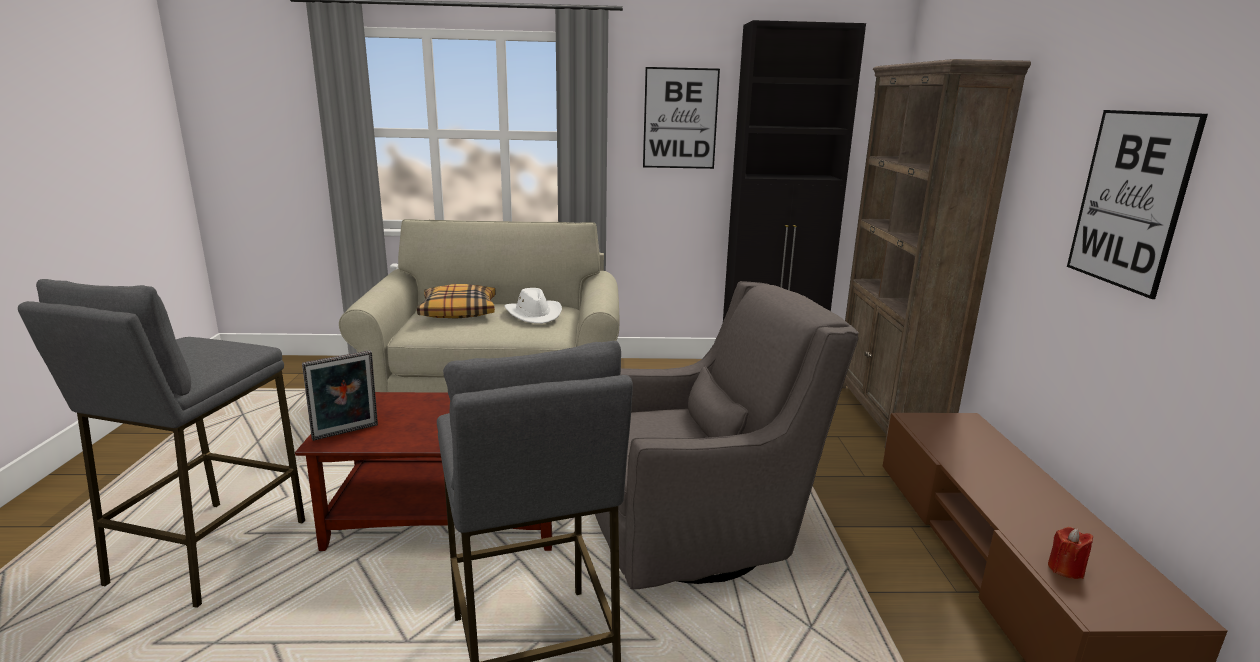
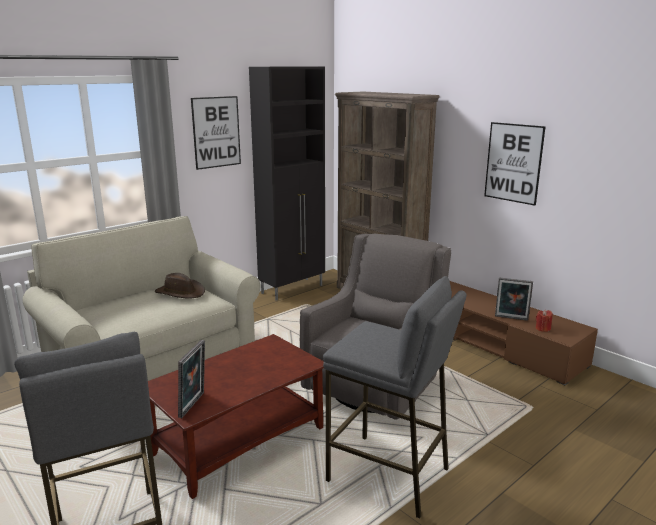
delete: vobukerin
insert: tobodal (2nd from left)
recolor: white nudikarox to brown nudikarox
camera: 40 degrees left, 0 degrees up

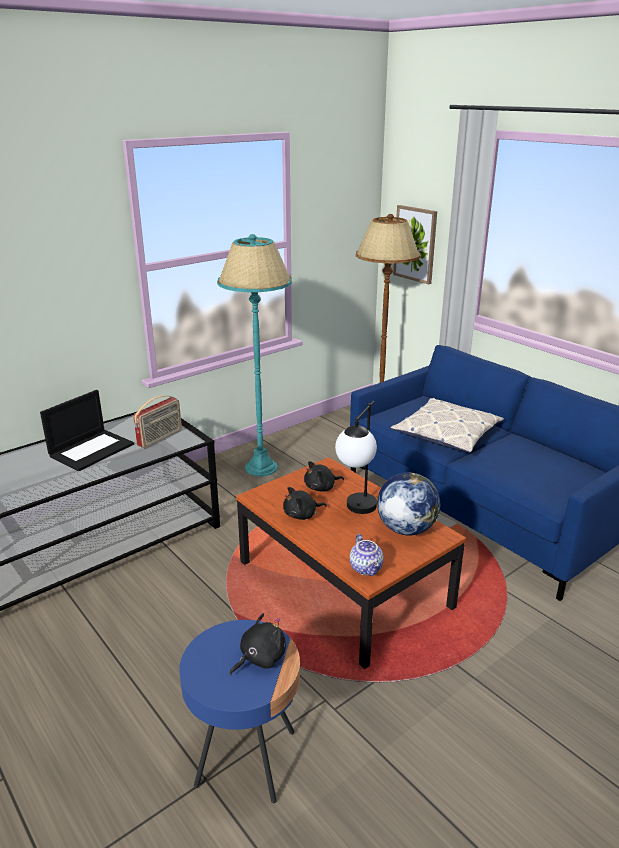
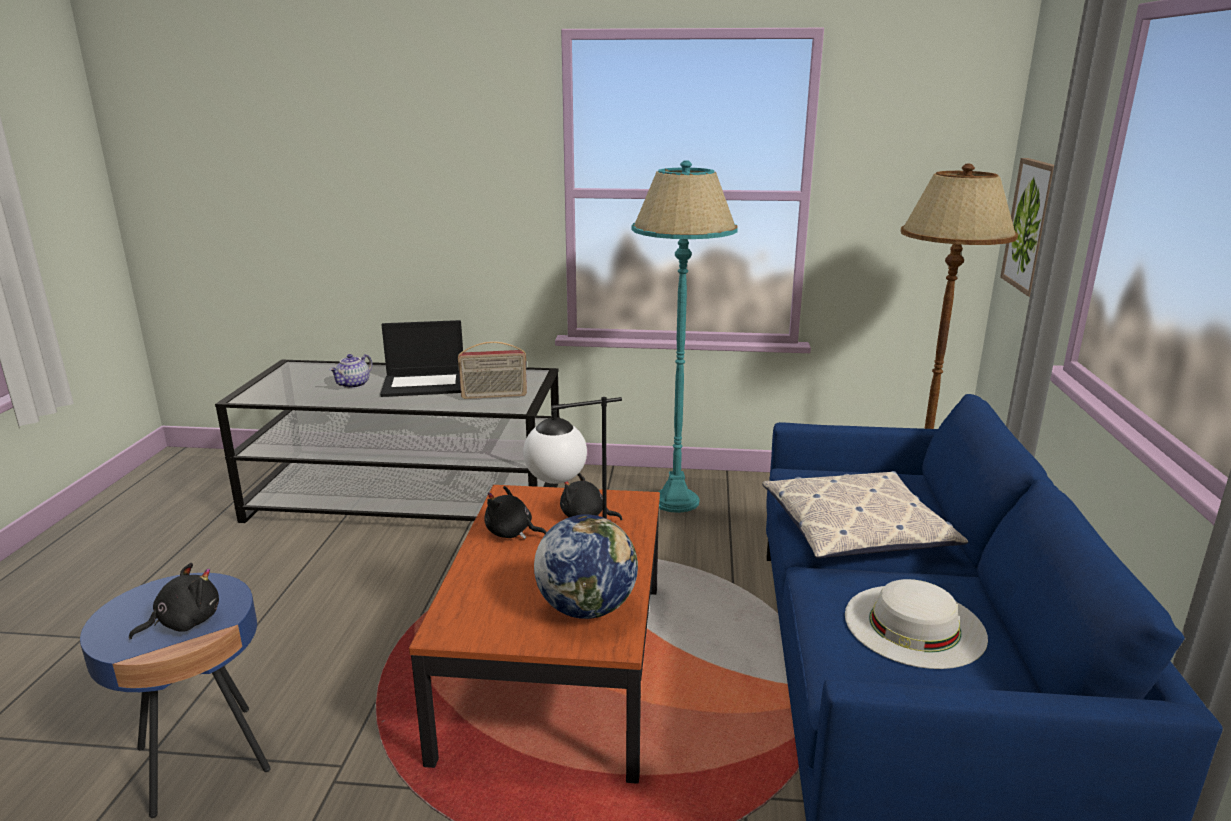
insert: white nudikarox
move: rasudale
rotate: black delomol (1st from left) 45 degrees counterclockwise
camera: 45 degrees right, 5 degrees down

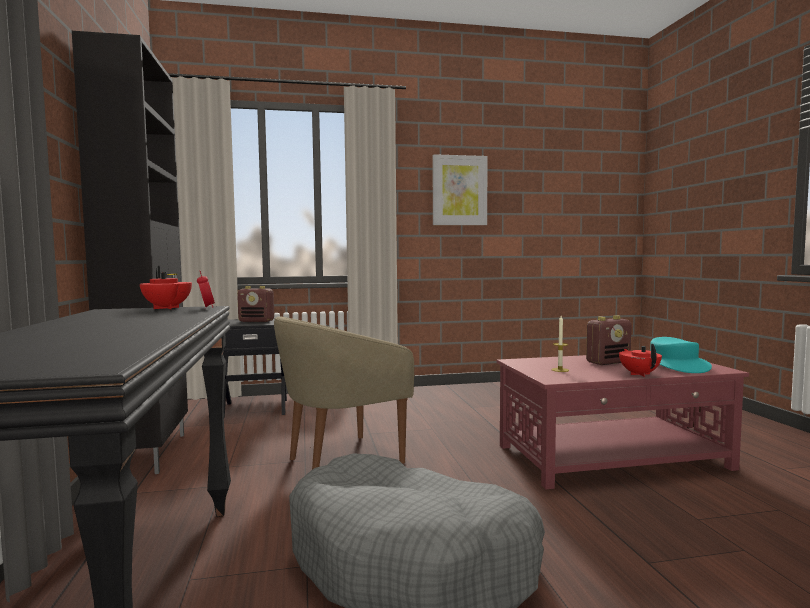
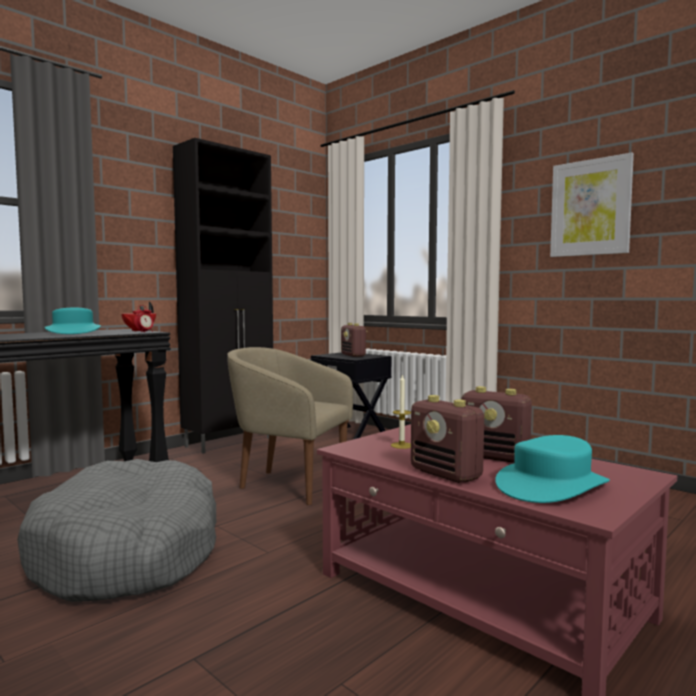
insert: turquoise nudikarox (1st from left)
replace: red rasudale (2nd from left) to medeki (2nd from left)
camera: 55 degrees right, 0 degrees up

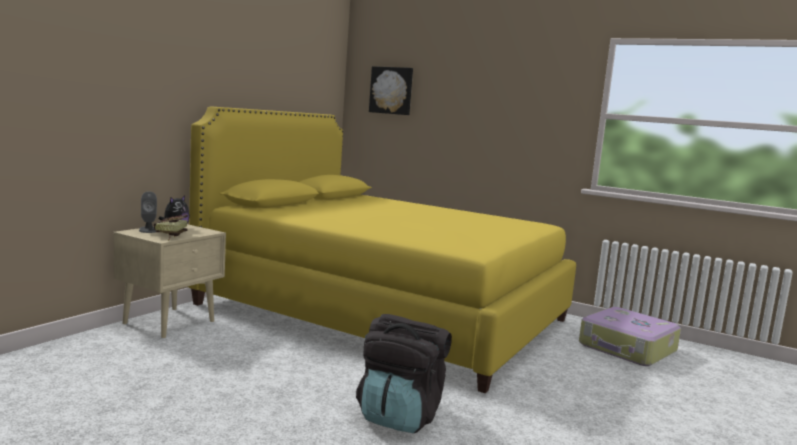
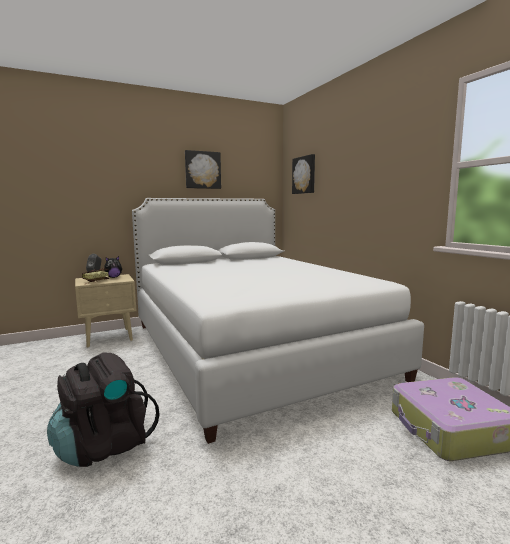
insert: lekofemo (1st from left)
recolor: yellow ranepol to white ranepol
camera: 35 degrees right, 0 degrees up

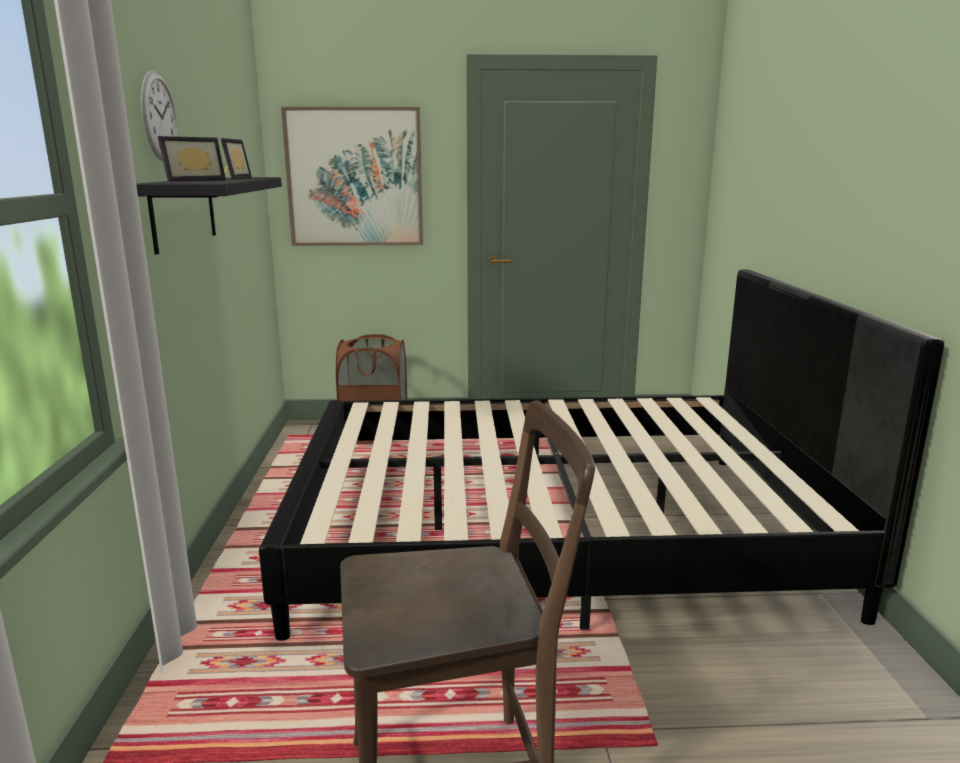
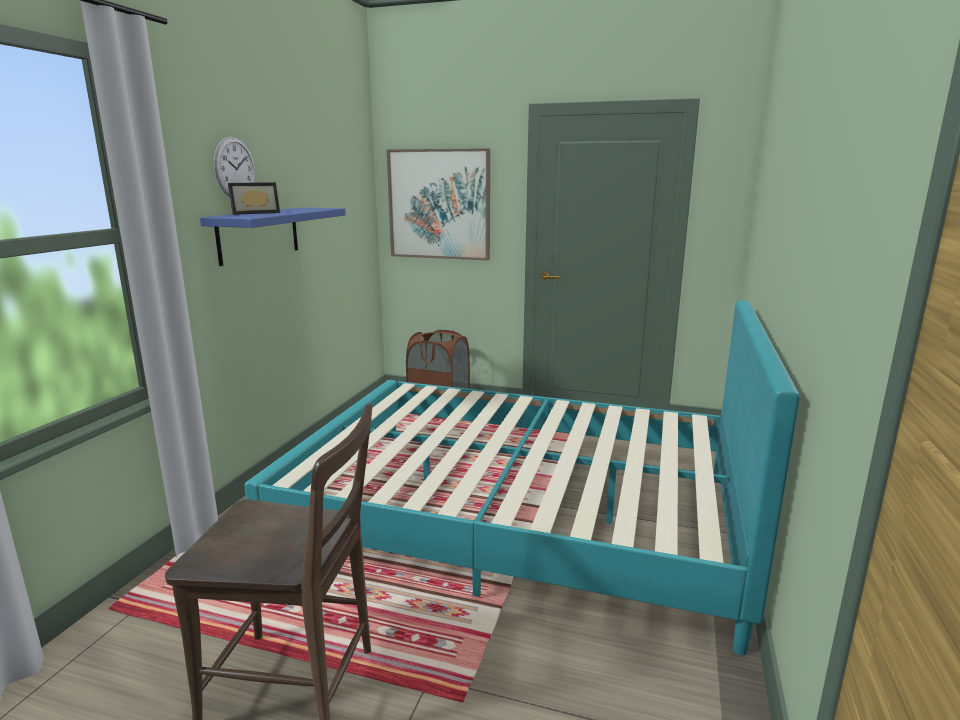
delete: tobodal (2nd from left)
recolor: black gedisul to blue gedisul; black ranepol to turquoise ranepol
camera: 20 degrees right, 0 degrees up

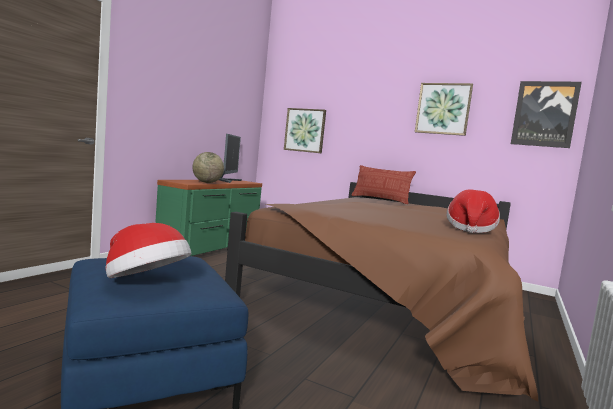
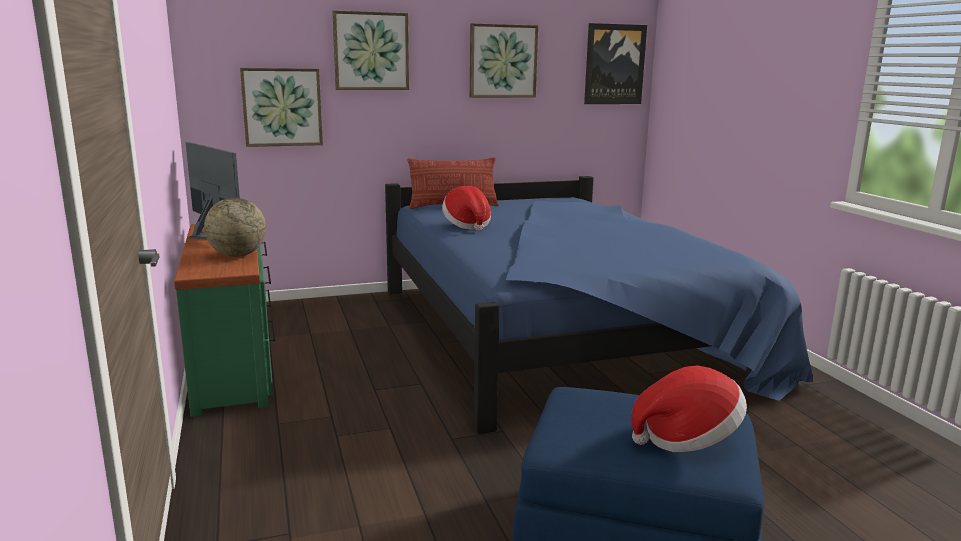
insert: lekofemo (2nd from left)
move: nudikarox (2nd from left in the first image) to nudikarox (1st from left)
recolor: brown ranepol to blue ranepol
camera: 45 degrees left, 10 degrees up

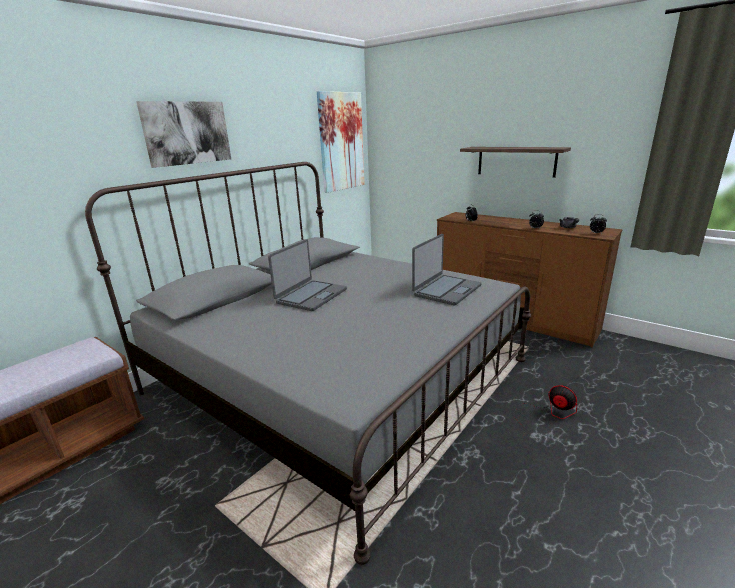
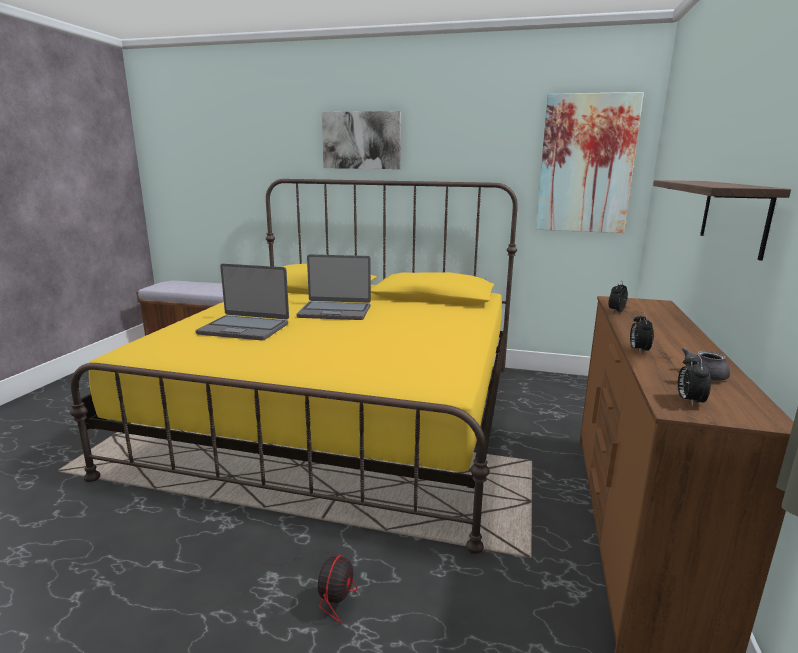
move: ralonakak (2nd from left in the first image) to ralonakak (1st from left)
recolor: grey ranepol to yellow ranepol
camera: 65 degrees right, 5 degrees down

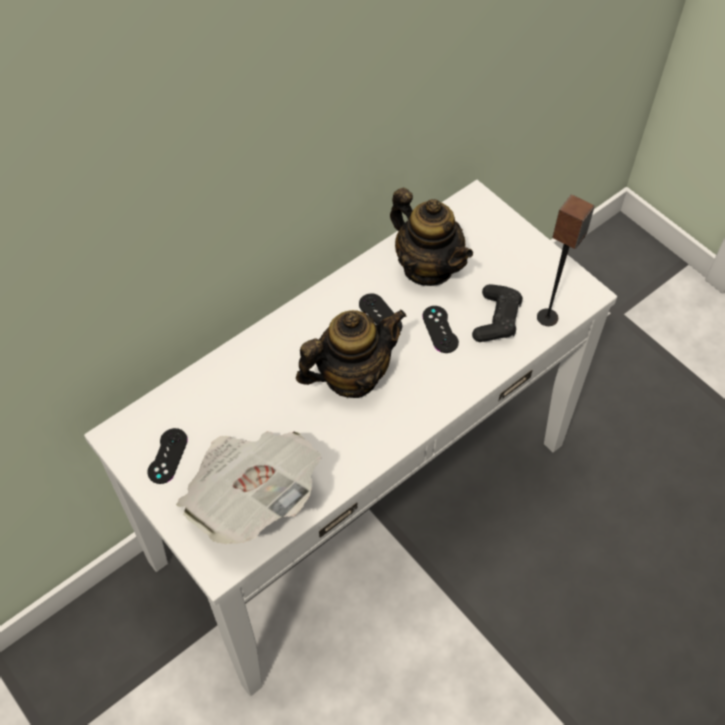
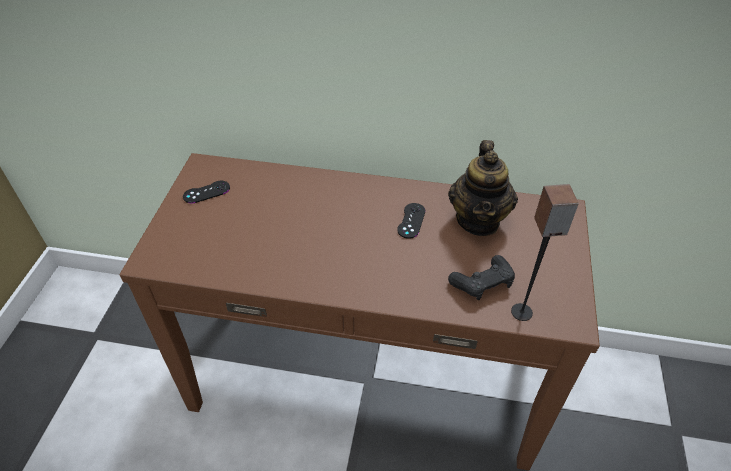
delete: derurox; rasudale (1st from left); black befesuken (3rd from left)
recolor: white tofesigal to brown tofesigal
camera: 50 degrees right, 10 degrees down

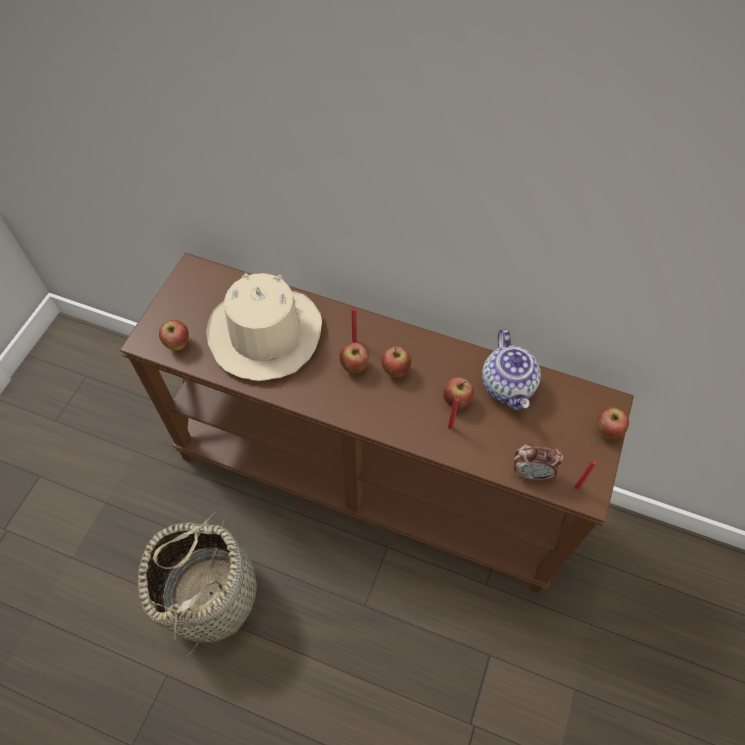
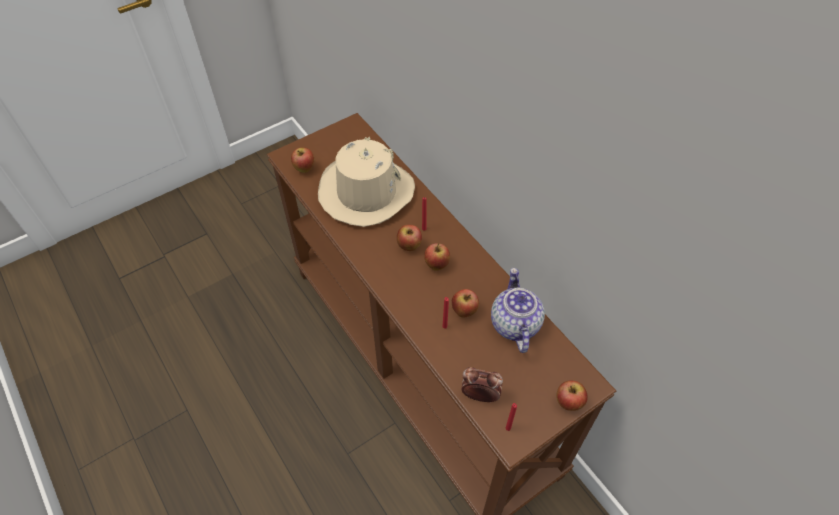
delete: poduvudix
rotate: rasudale 150 degrees clockwise; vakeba 150 degrees clockwise
camera: 35 degrees right, 5 degrees down

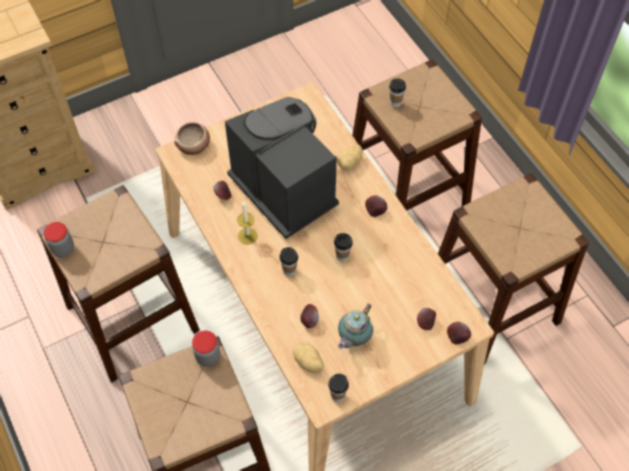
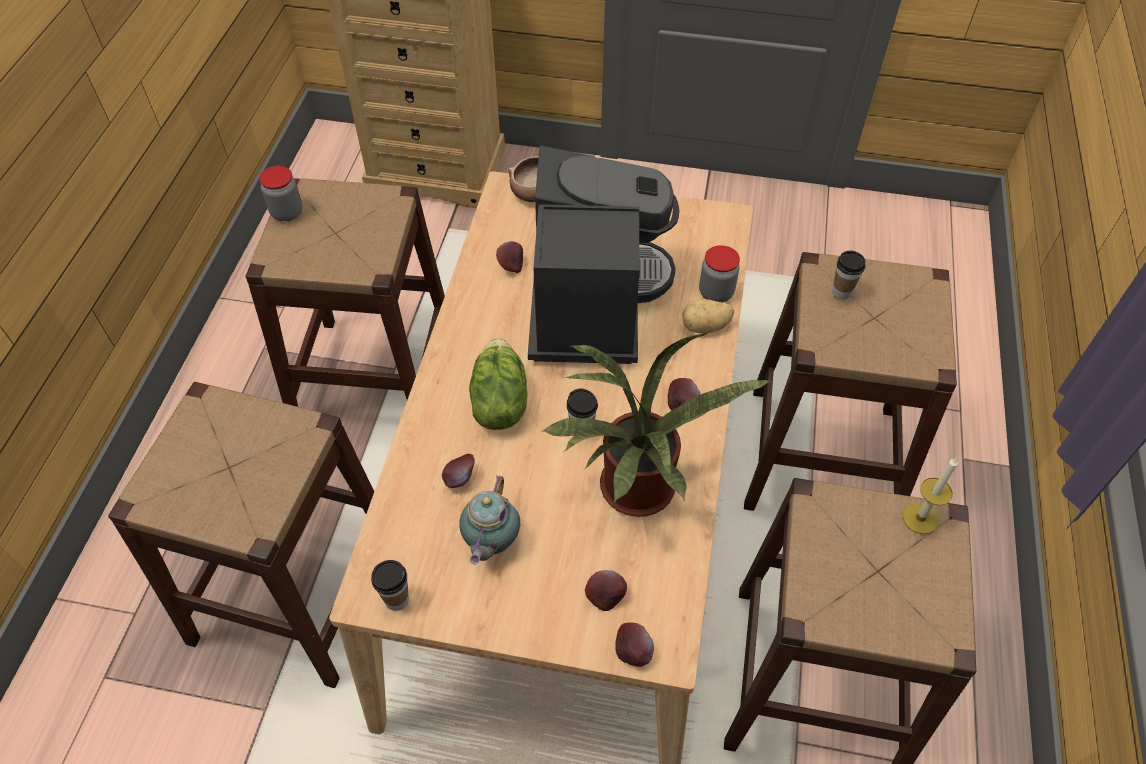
delete: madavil (1st from left)
insert: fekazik
move: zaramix (2nd from left); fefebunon
replace: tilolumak (1st from left) to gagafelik
rotate: rasudale 60 degrees counterclockwise
camera: 40 degrees right, 5 degrees down

